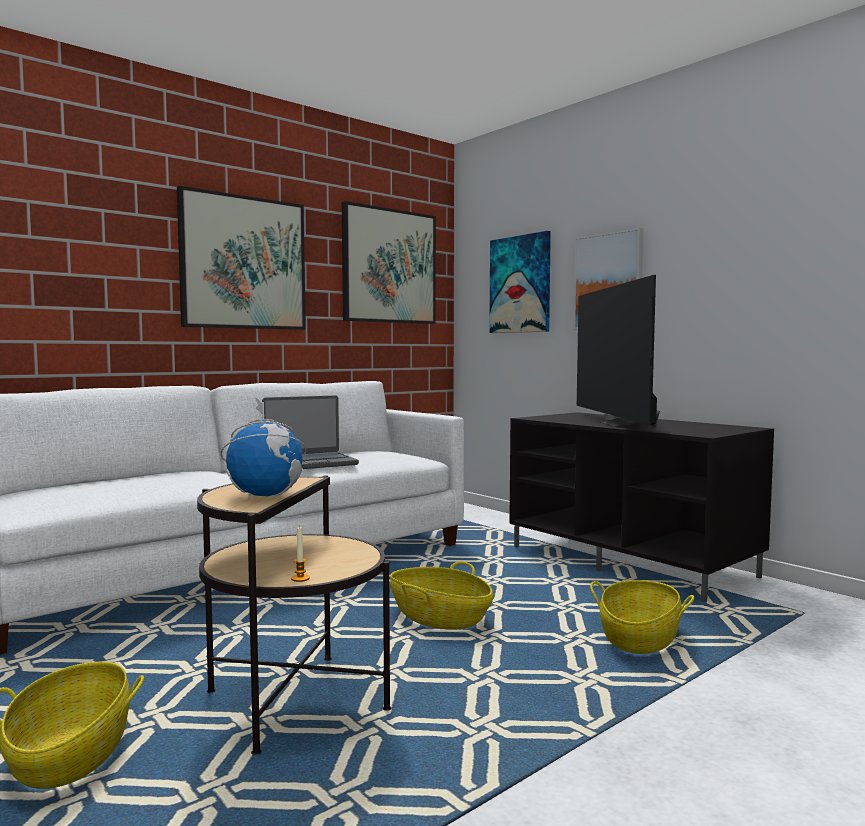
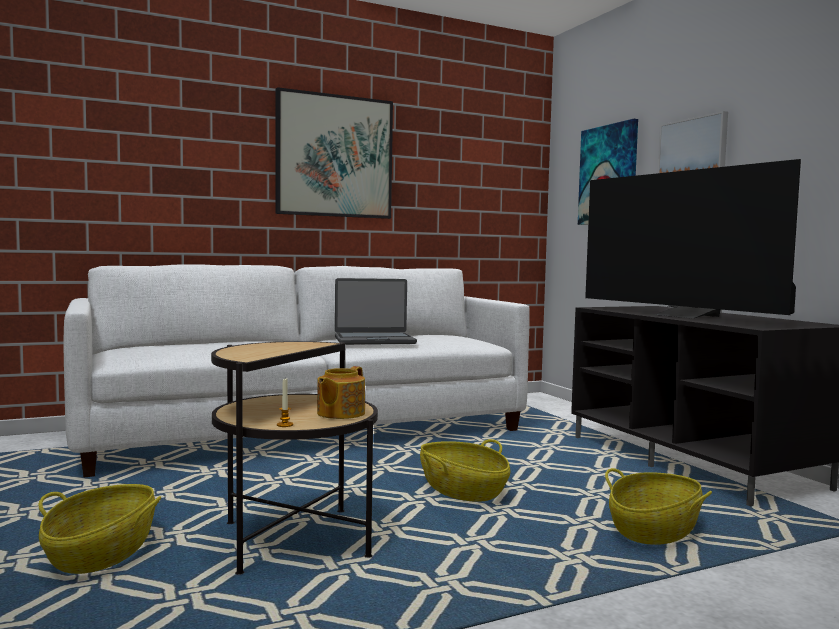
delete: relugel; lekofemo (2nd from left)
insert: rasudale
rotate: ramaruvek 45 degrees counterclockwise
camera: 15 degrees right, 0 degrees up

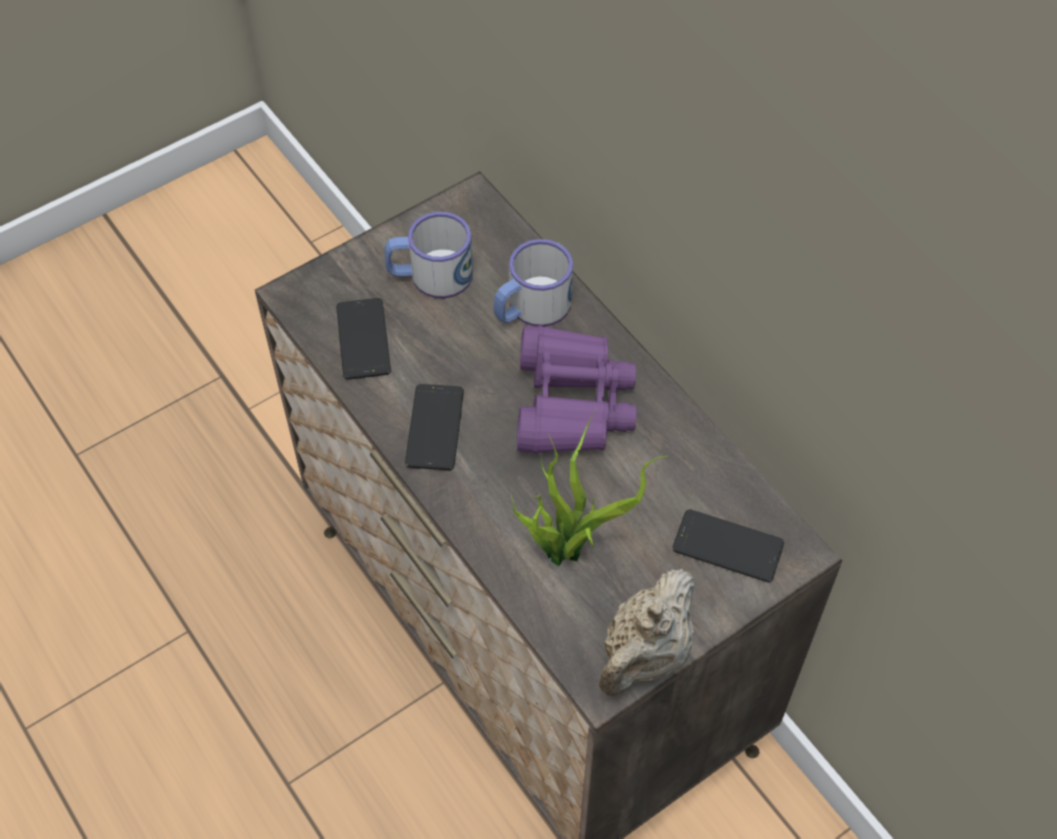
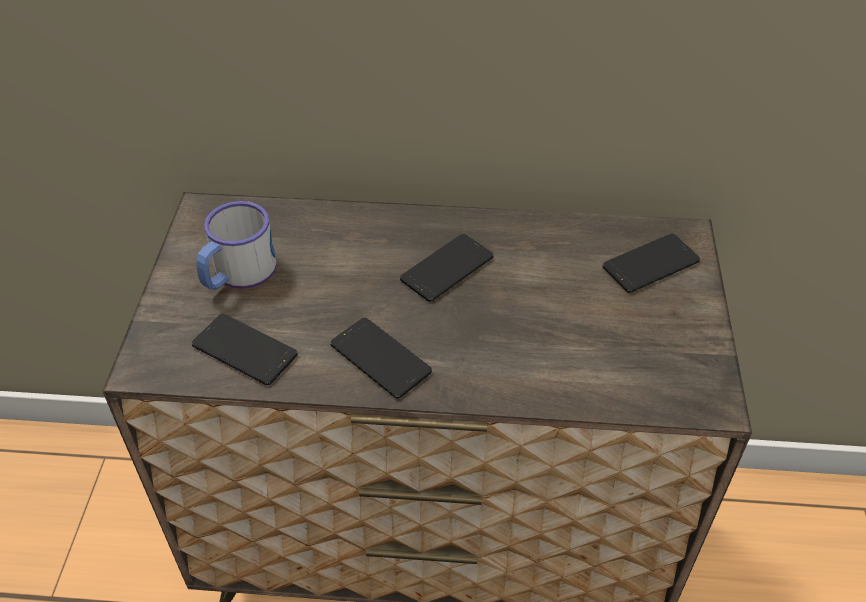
delete: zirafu (2nd from left); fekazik; beige rasudale
replace: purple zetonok to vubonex (3rd from left)
camera: 50 degrees left, 10 degrees down

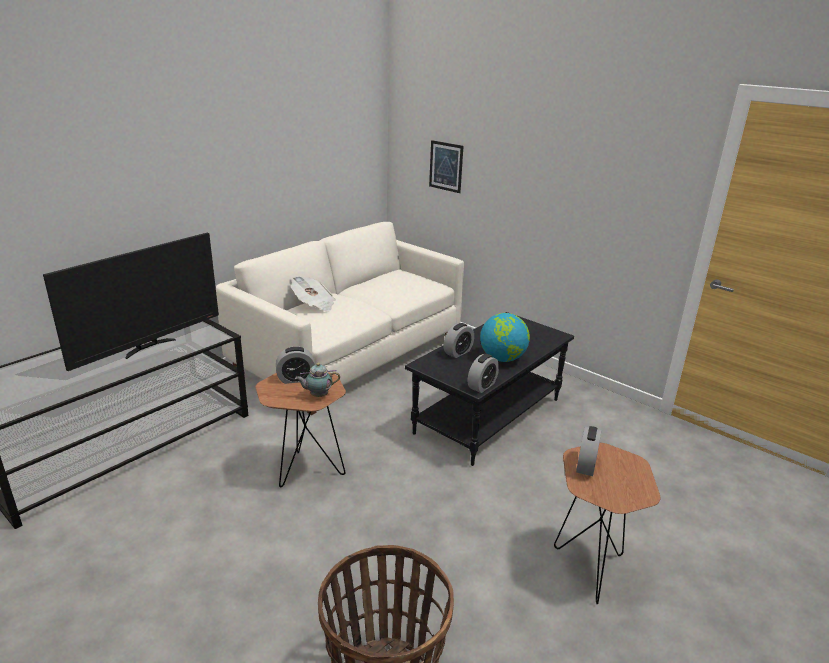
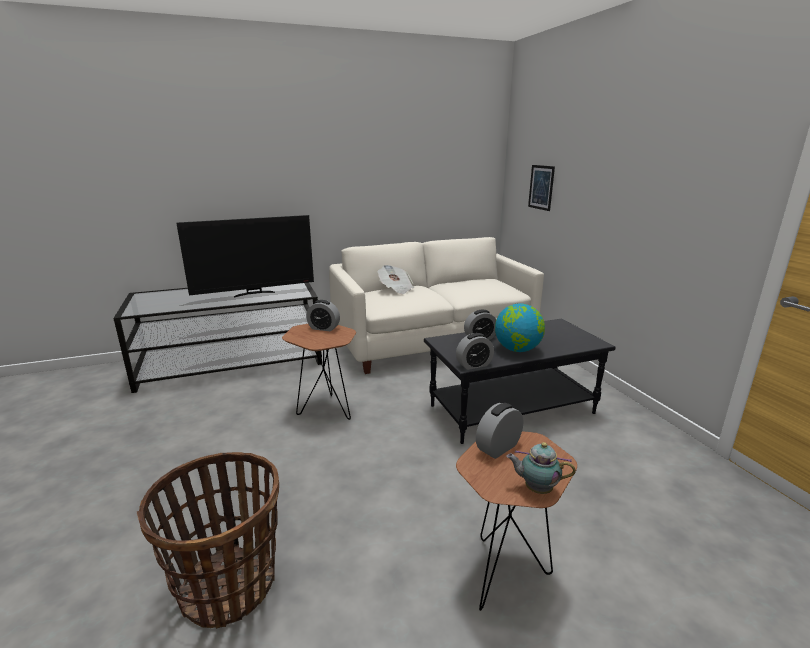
move: rasudale
camera: 30 degrees right, 5 degrees down

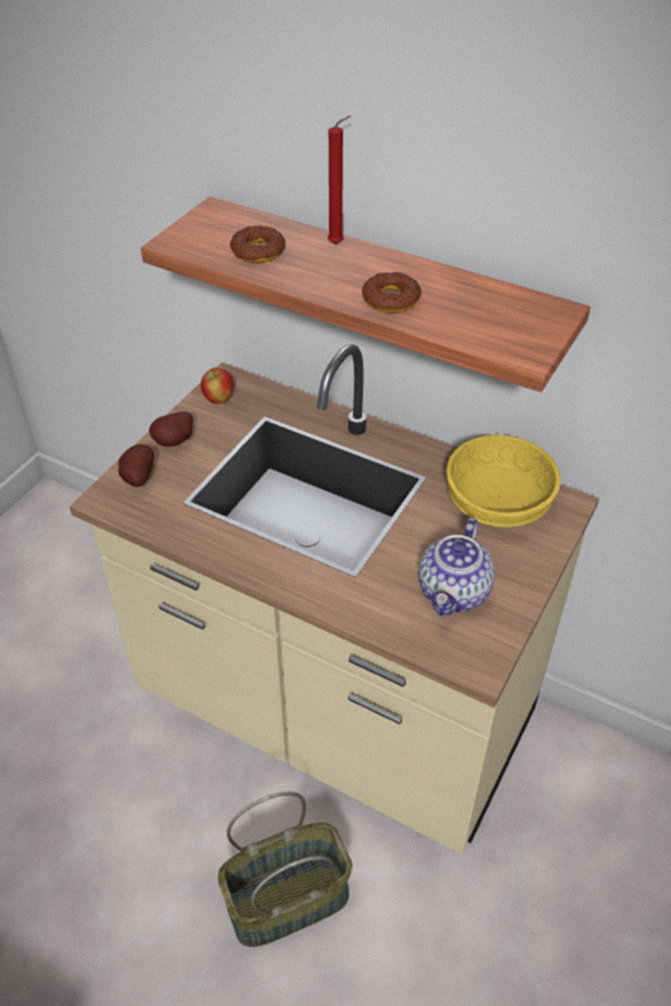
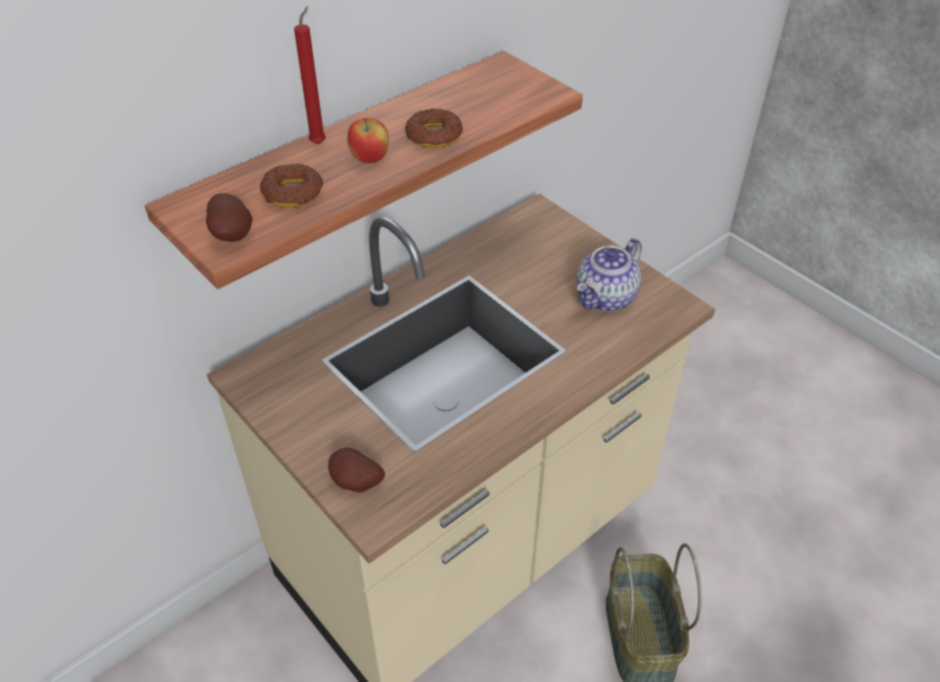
delete: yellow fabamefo
move: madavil (2nd from left in the first image) to madavil (1st from left); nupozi
rotate: rasudale 90 degrees clockwise
camera: 70 degrees left, 0 degrees up

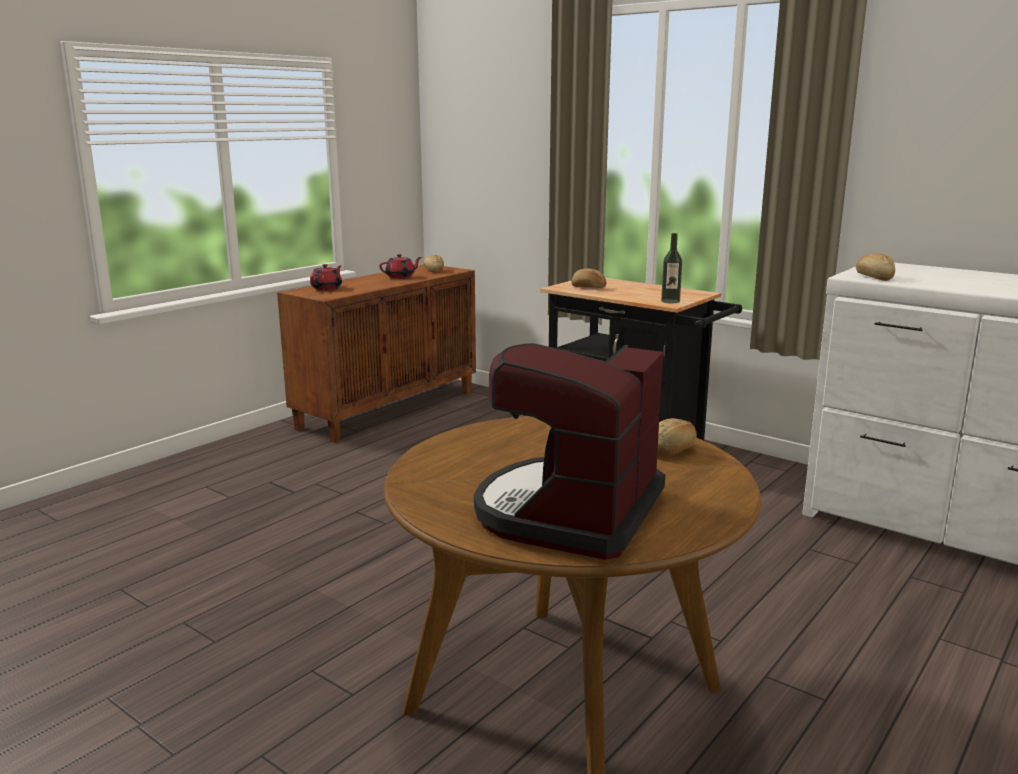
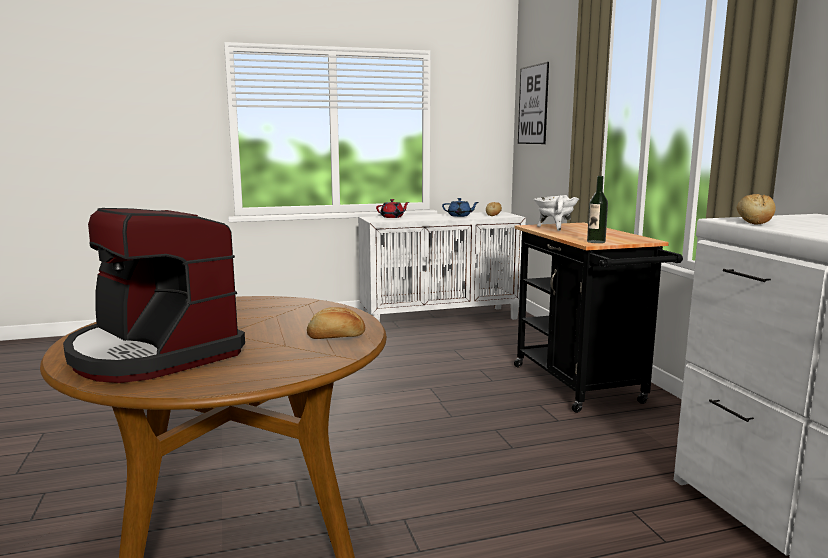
insert: lekofemo
replace: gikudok (2nd from left) to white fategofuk
recolor: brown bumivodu to white bumivodu; red rasudale (2nd from left) to blue rasudale
rotate: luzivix 105 degrees counterclockwise
camera: 35 degrees right, 5 degrees down

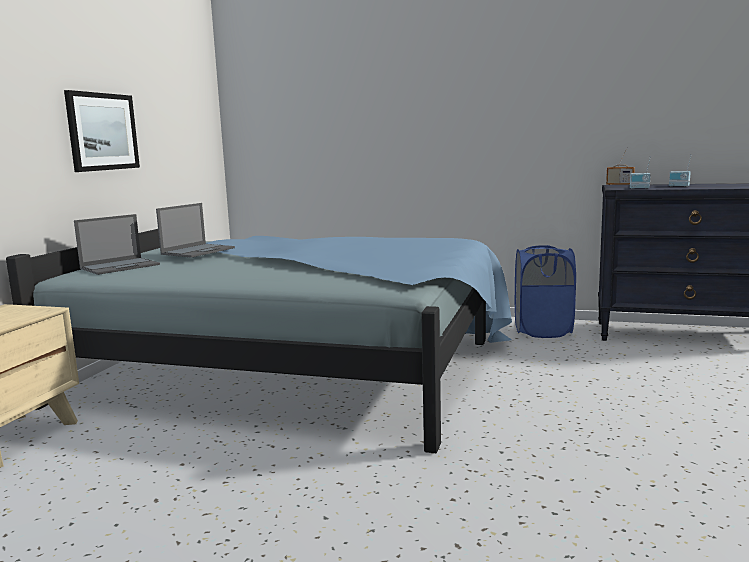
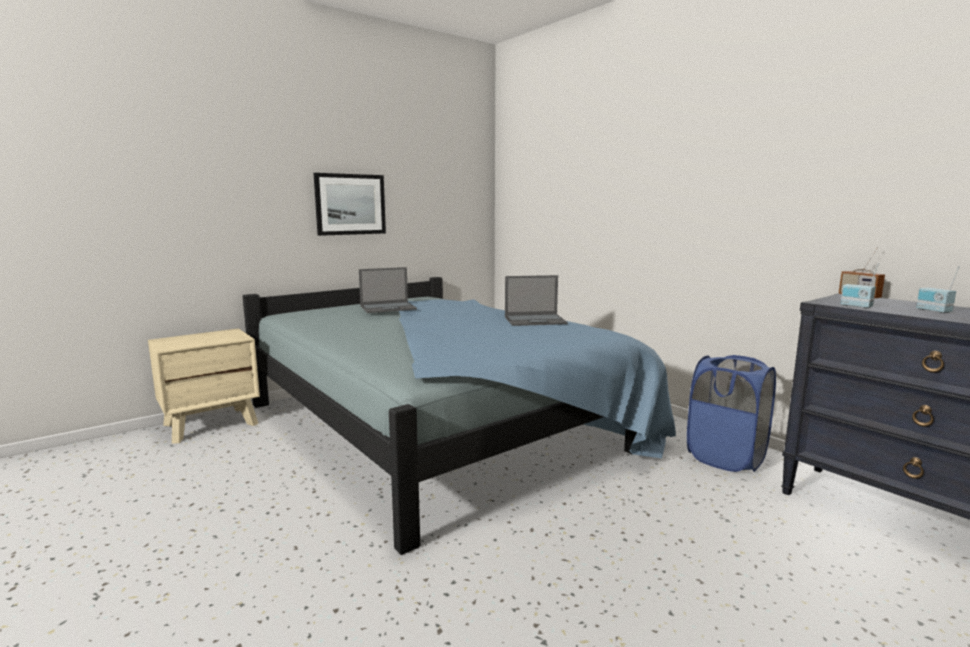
move: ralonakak (1st from left in the first image) to ralonakak (2nd from left)
camera: 35 degrees right, 0 degrees up

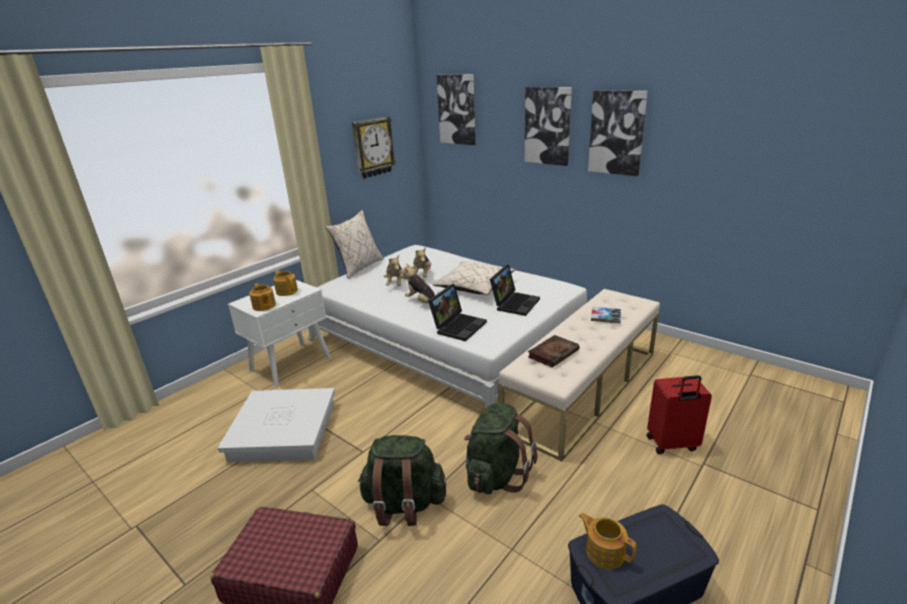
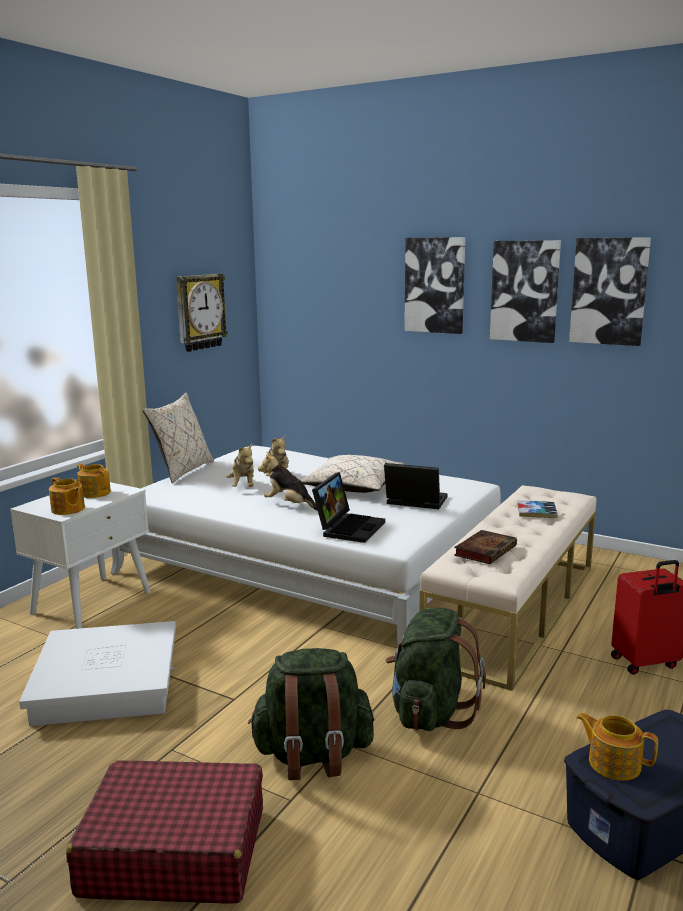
move: lekofemo (1st from left in the first image) to lekofemo (3rd from left)
rotate: ralonakak (2nd from left) 90 degrees counterclockwise
camera: 10 degrees left, 10 degrees down

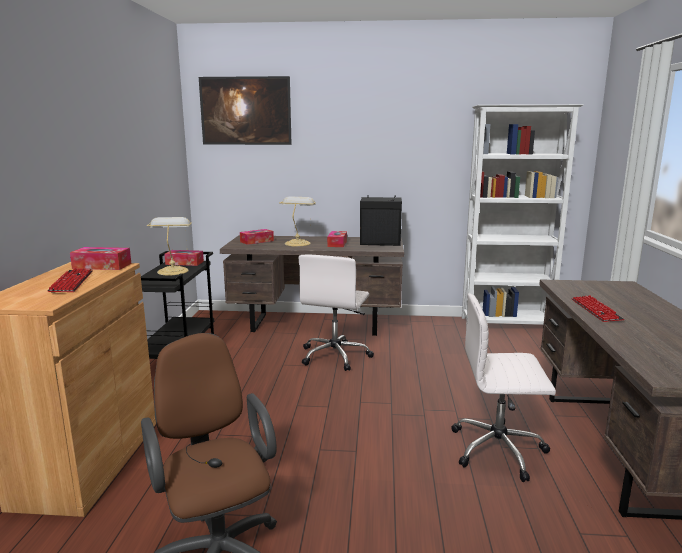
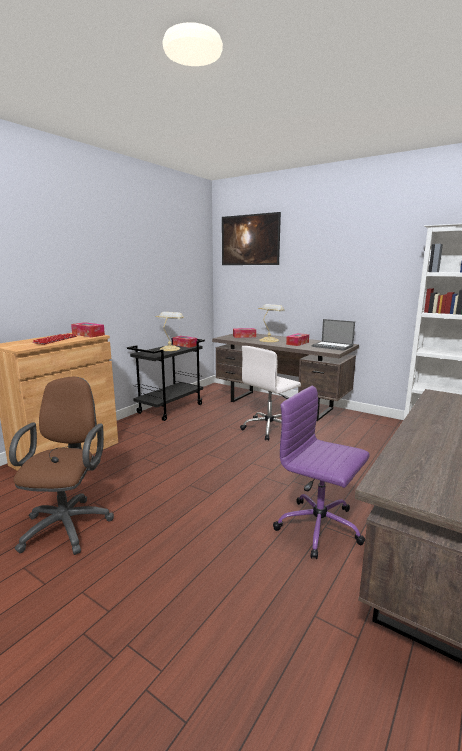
delete: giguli (2nd from left)
replace: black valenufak to ralonakak
recolor: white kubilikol (2nd from left) to purple kubilikol
camera: 30 degrees right, 0 degrees up

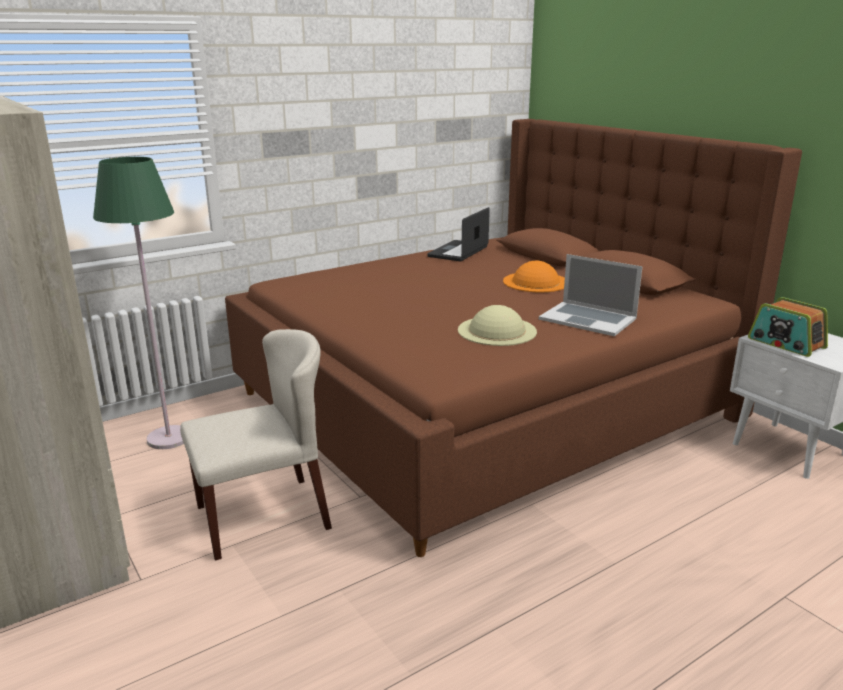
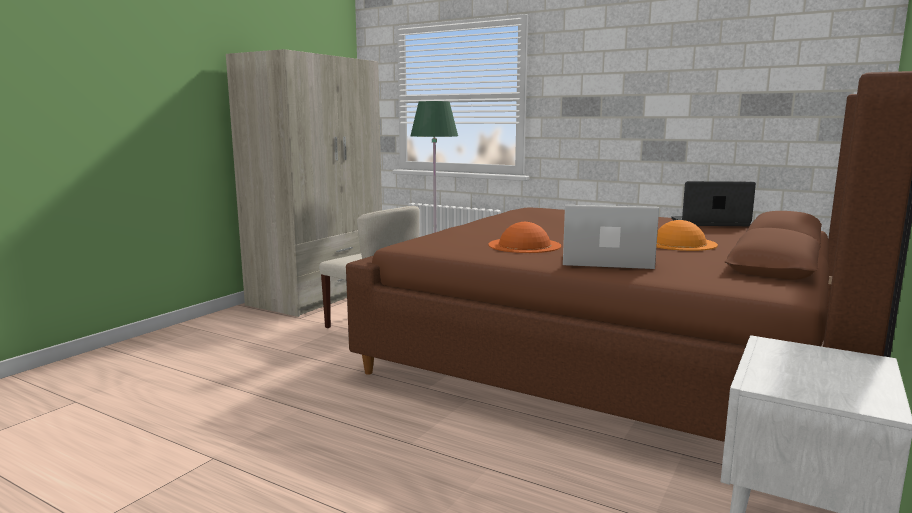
delete: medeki
recolor: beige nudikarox to orange nudikarox (1st from left)
rotate: ralonakak (2nd from left in the first image) 90 degrees clockwise
camera: 65 degrees right, 10 degrees down

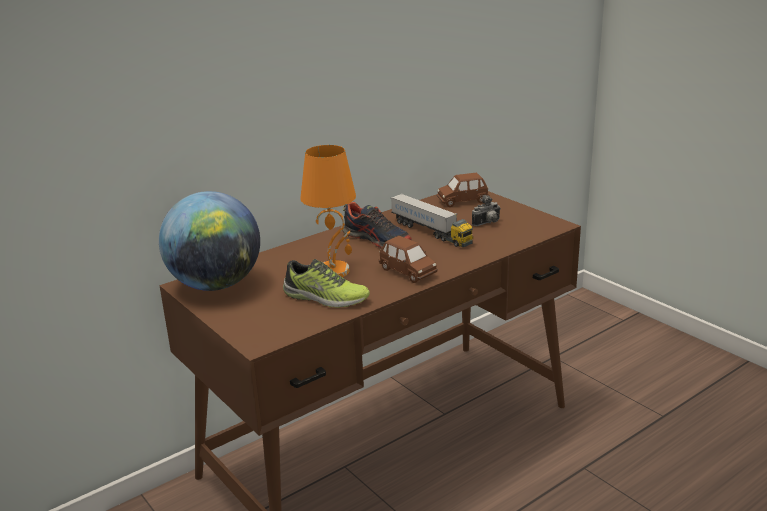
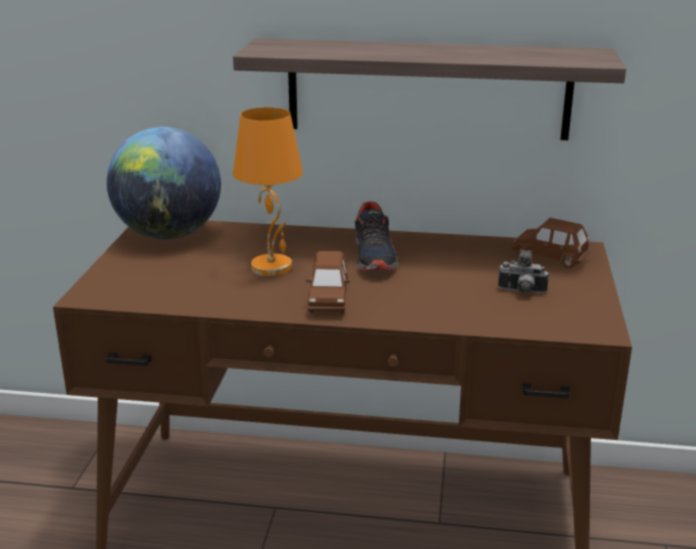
delete: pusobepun (1st from left); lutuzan
insert: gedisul
camera: 45 degrees right, 0 degrees up

